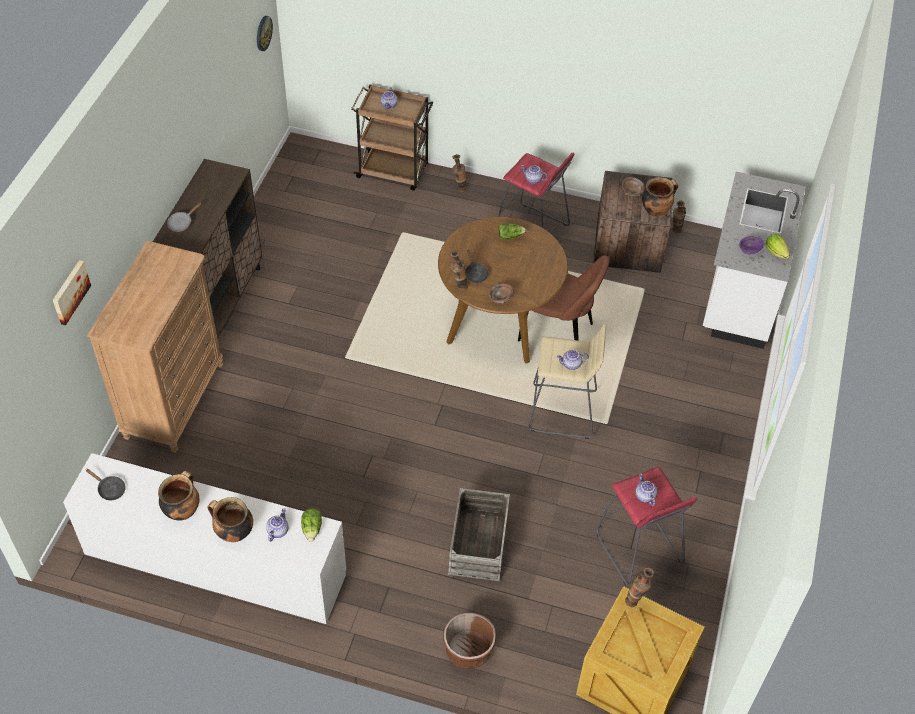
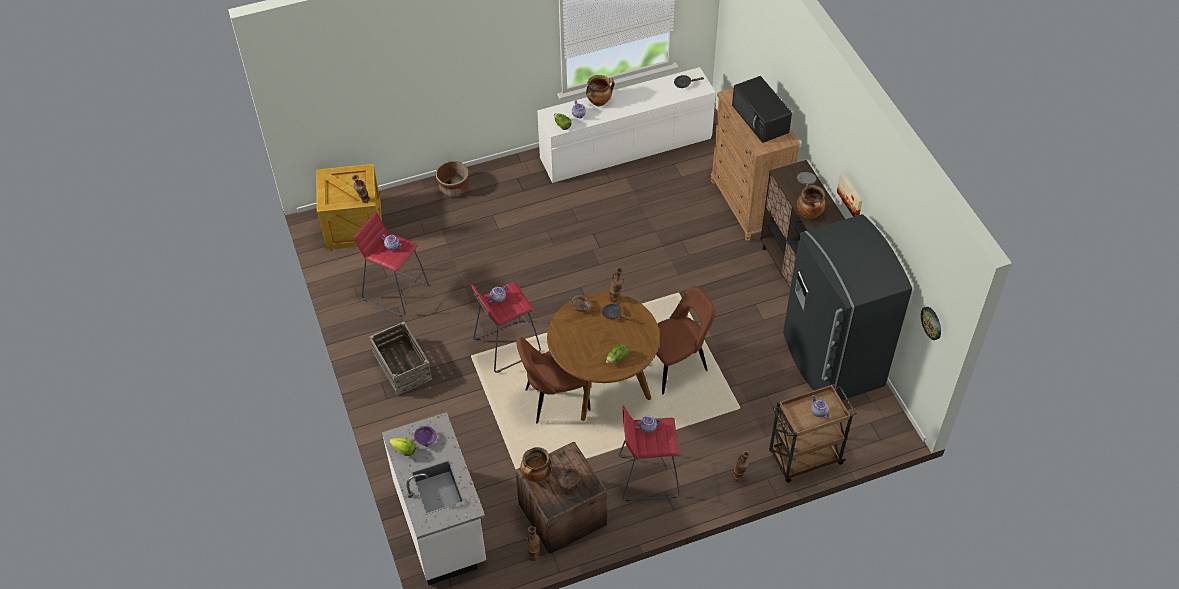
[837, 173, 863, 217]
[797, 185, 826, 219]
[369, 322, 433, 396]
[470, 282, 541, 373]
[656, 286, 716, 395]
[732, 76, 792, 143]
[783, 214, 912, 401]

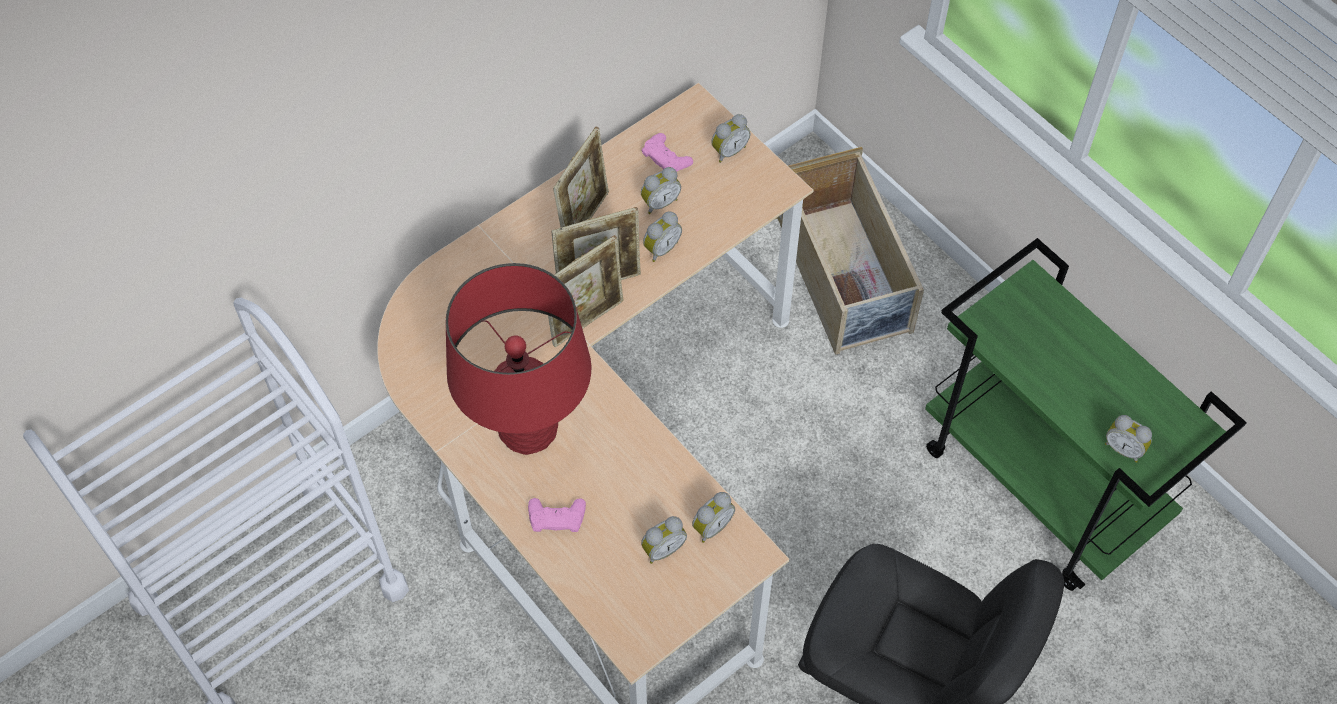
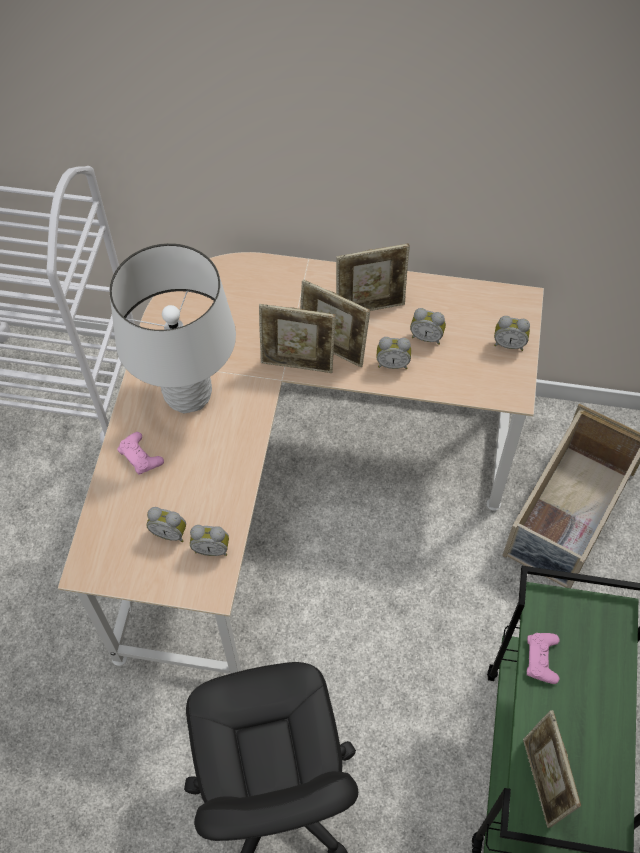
[109, 243, 236, 413]
[527, 633, 560, 684]
[523, 710, 581, 828]

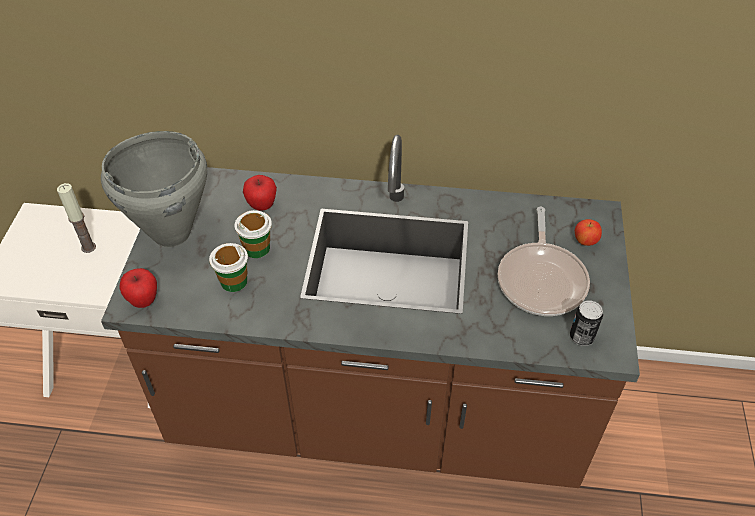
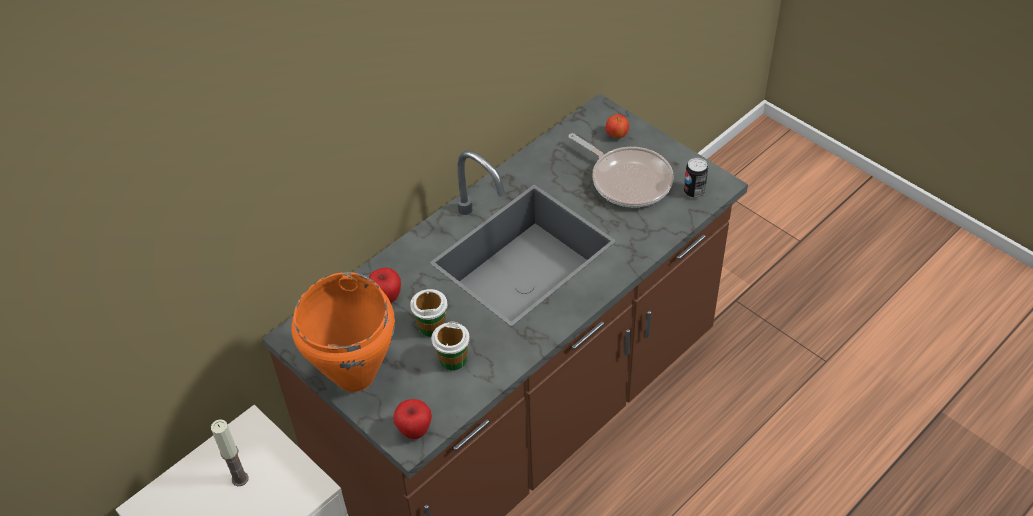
[291, 272, 395, 392]

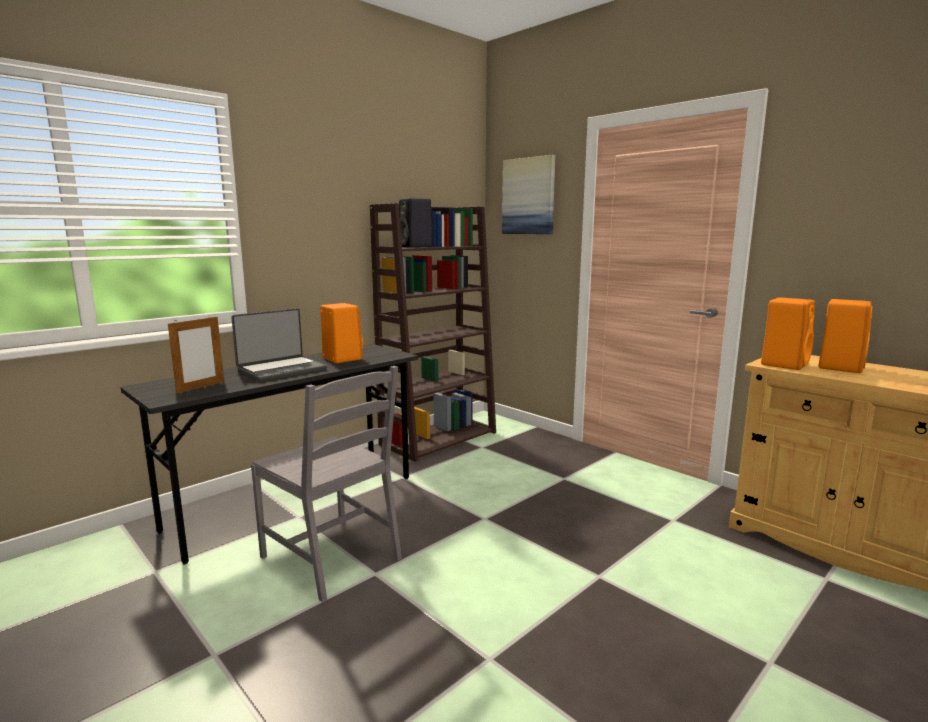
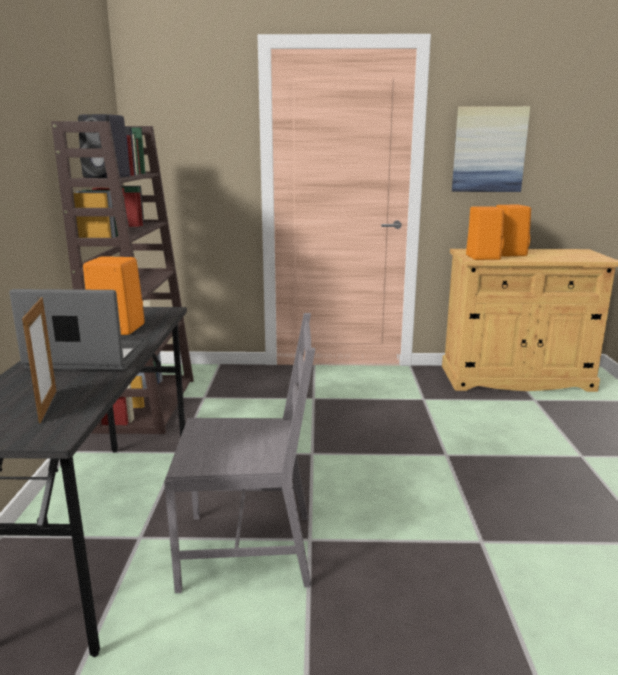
[9, 289, 147, 370]
[452, 106, 530, 192]

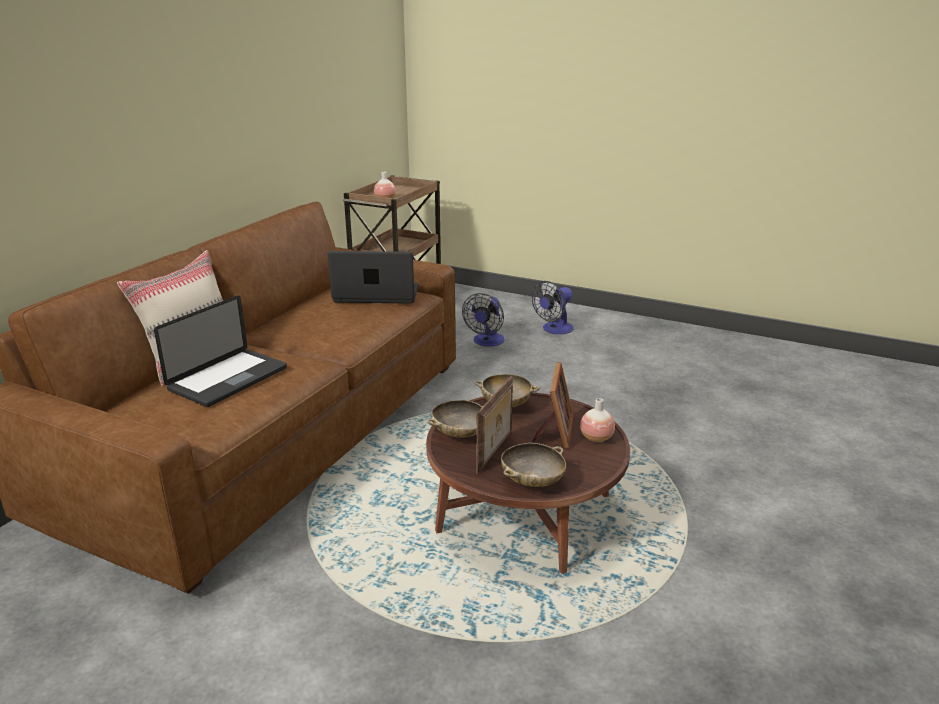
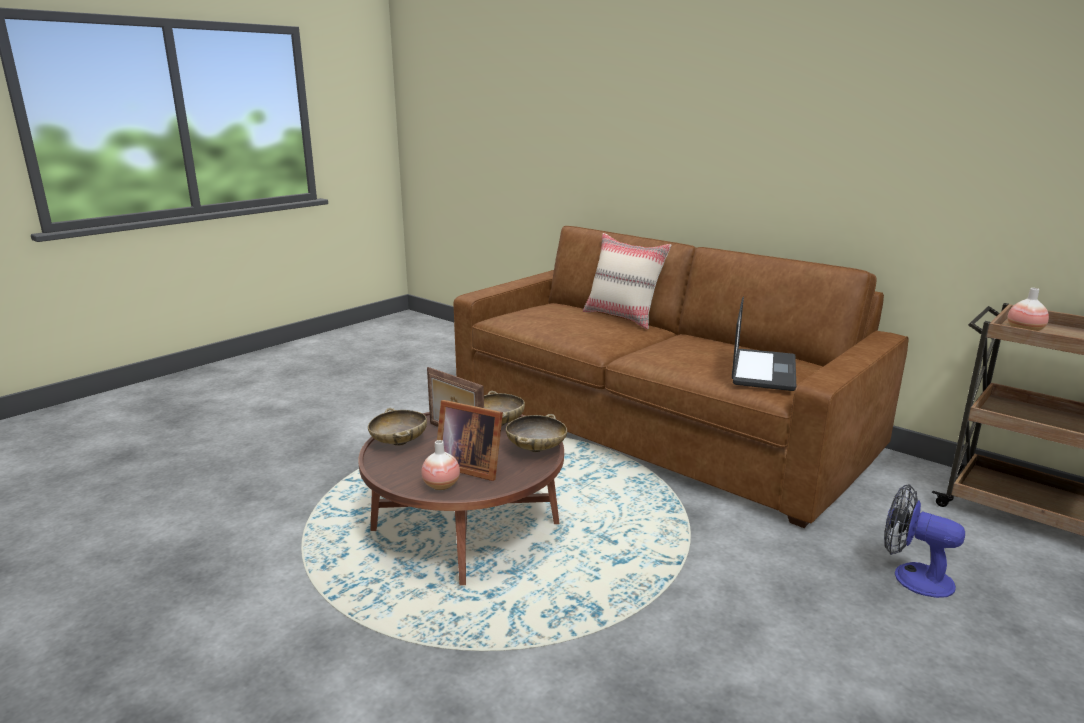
[154, 296, 287, 407] (first image)
[532, 281, 574, 334] (first image)

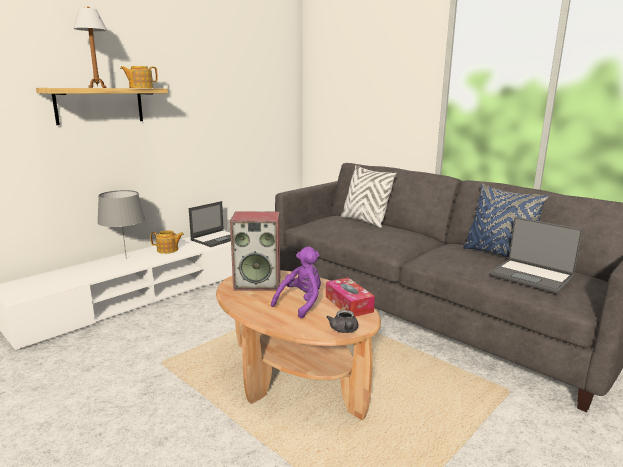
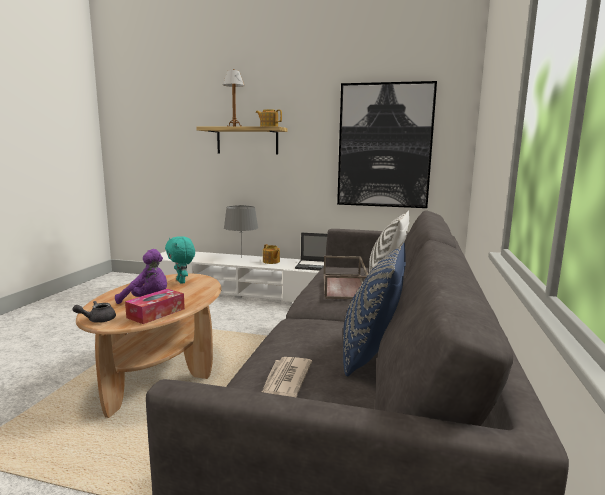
[165, 236, 195, 284]
[262, 357, 312, 397]
[324, 256, 368, 299]
[337, 81, 437, 208]

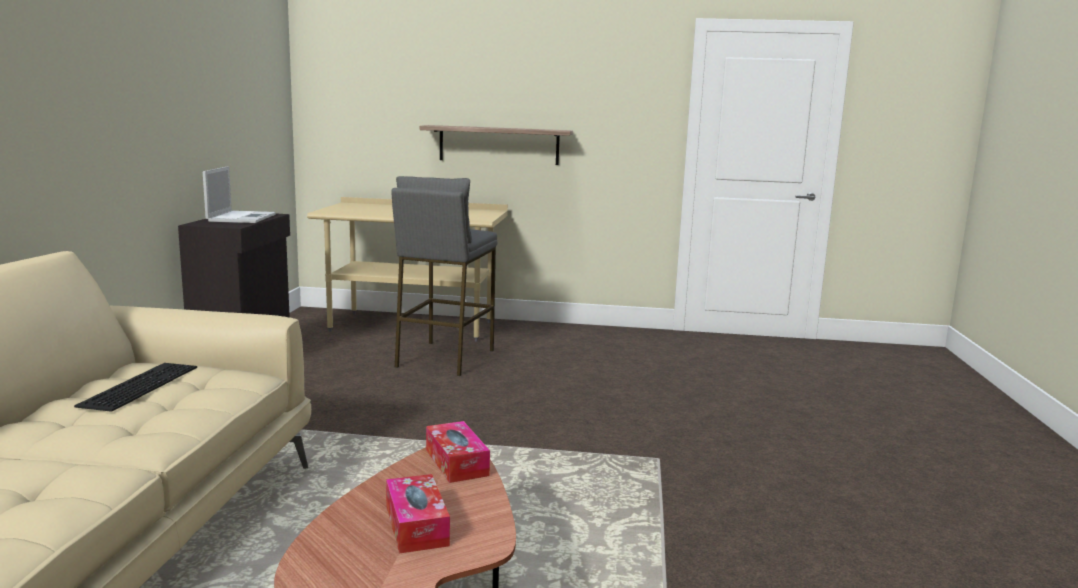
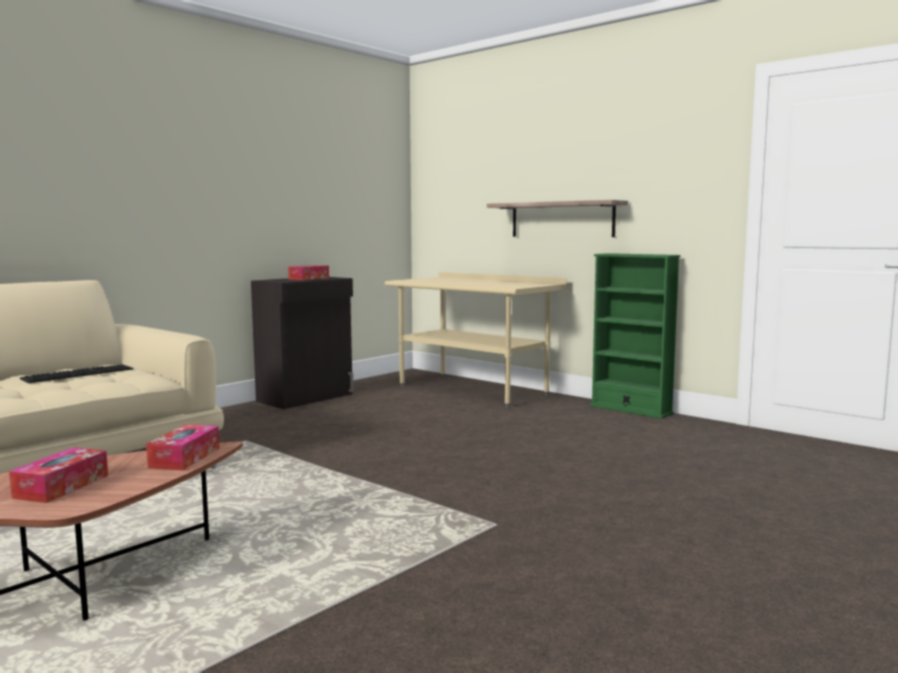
[288, 265, 329, 280]
[391, 176, 497, 376] (first image)
[590, 253, 680, 419]

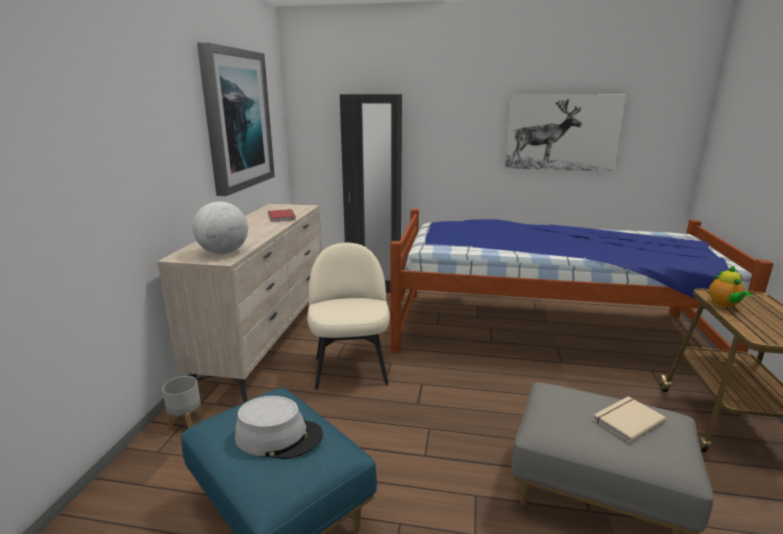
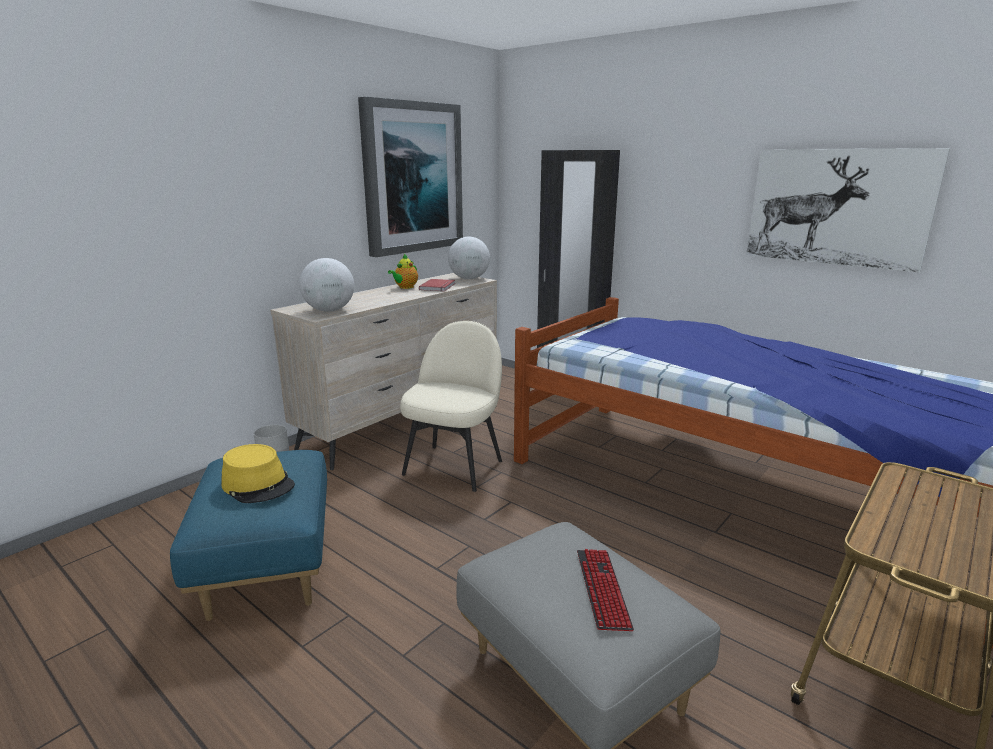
[222, 444, 295, 503]
[577, 549, 634, 631]
[388, 254, 418, 289]
[448, 237, 490, 279]

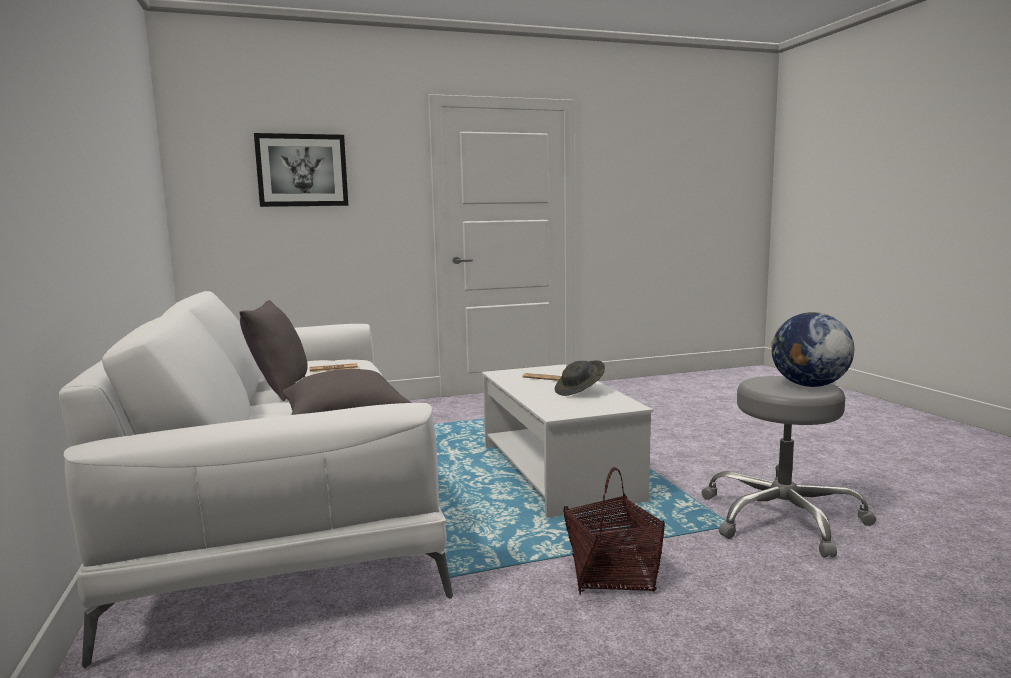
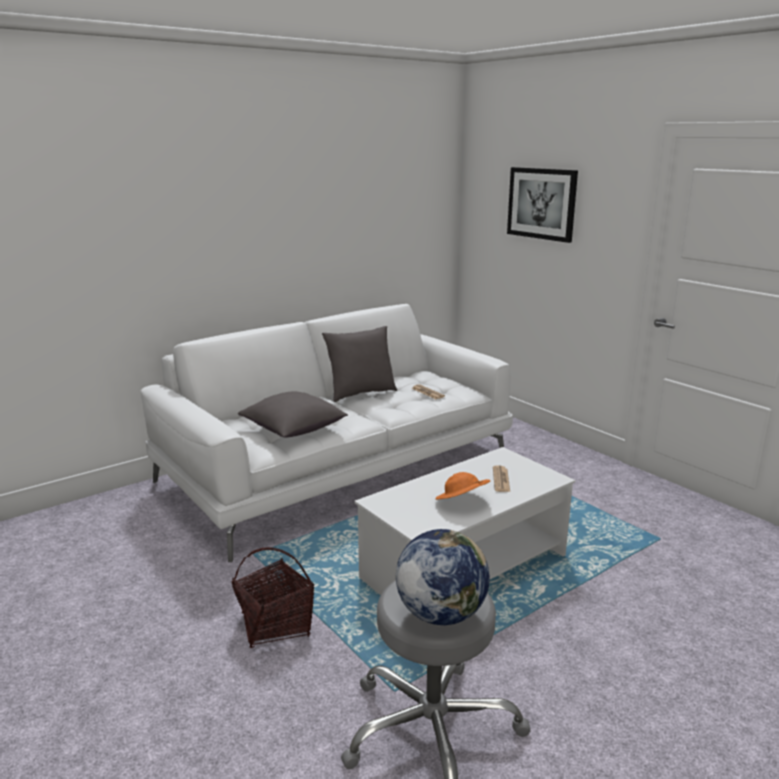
[435, 472, 490, 500]

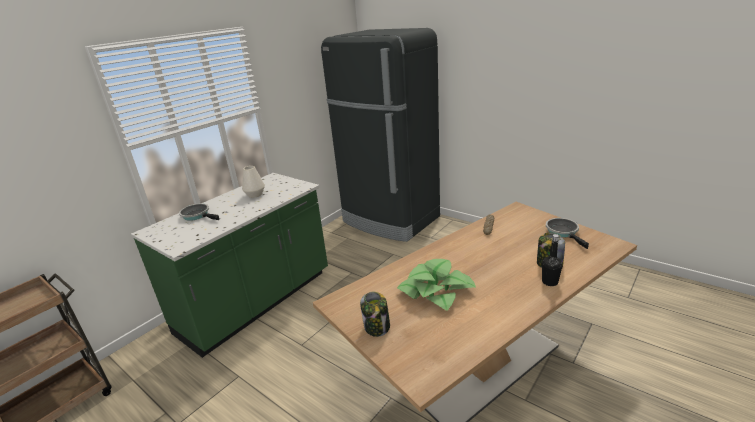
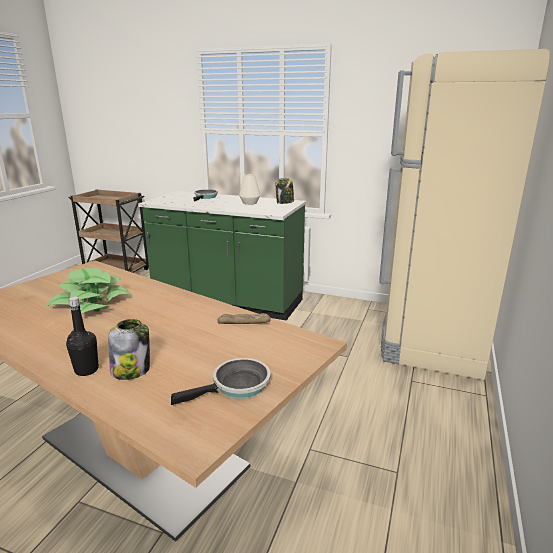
[379, 49, 550, 380]
[275, 178, 294, 204]

